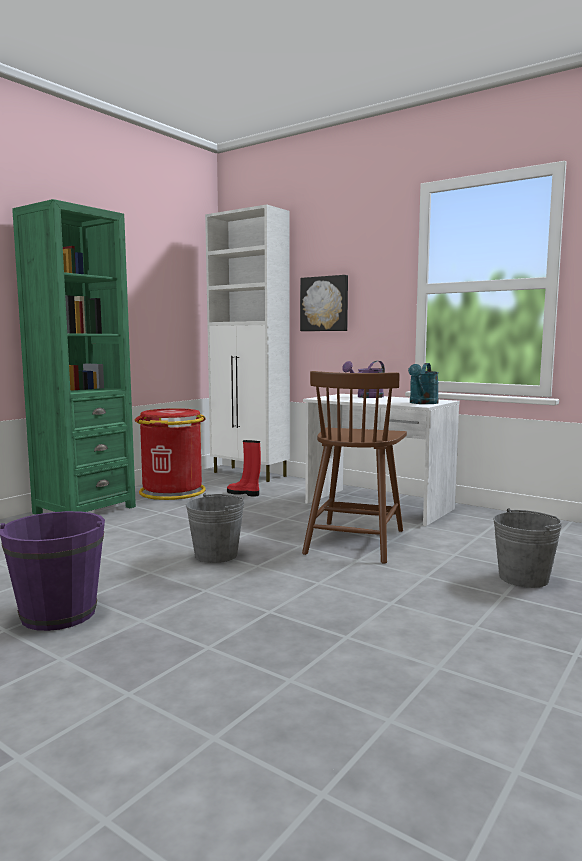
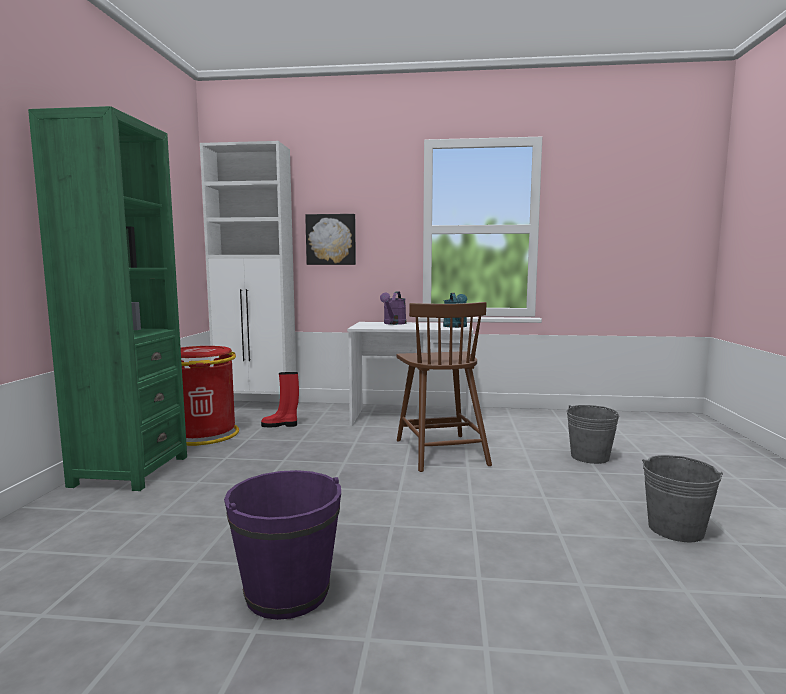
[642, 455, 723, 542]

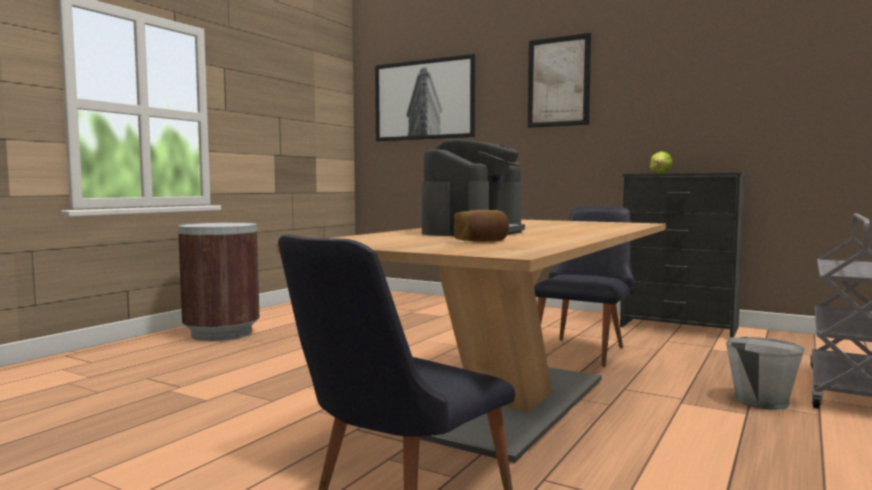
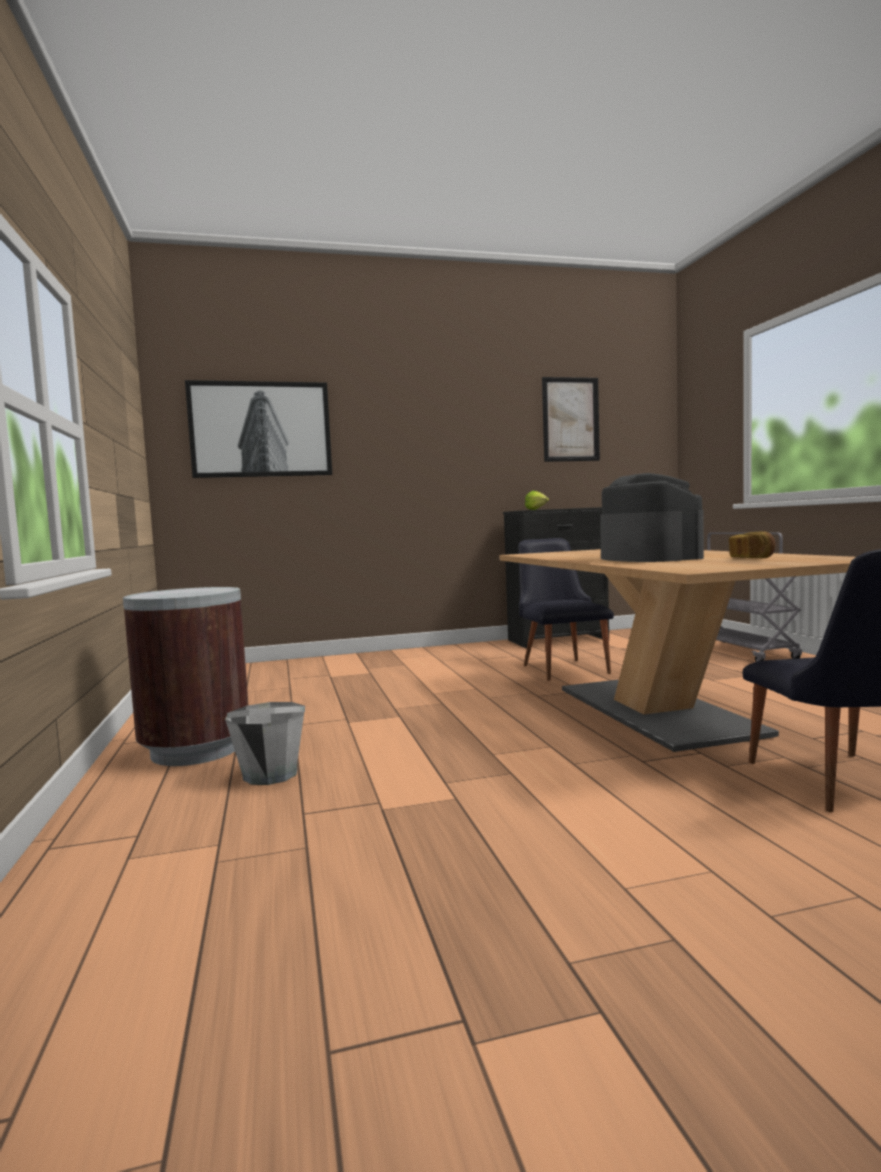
[542, 377, 600, 462]
[225, 702, 305, 785]

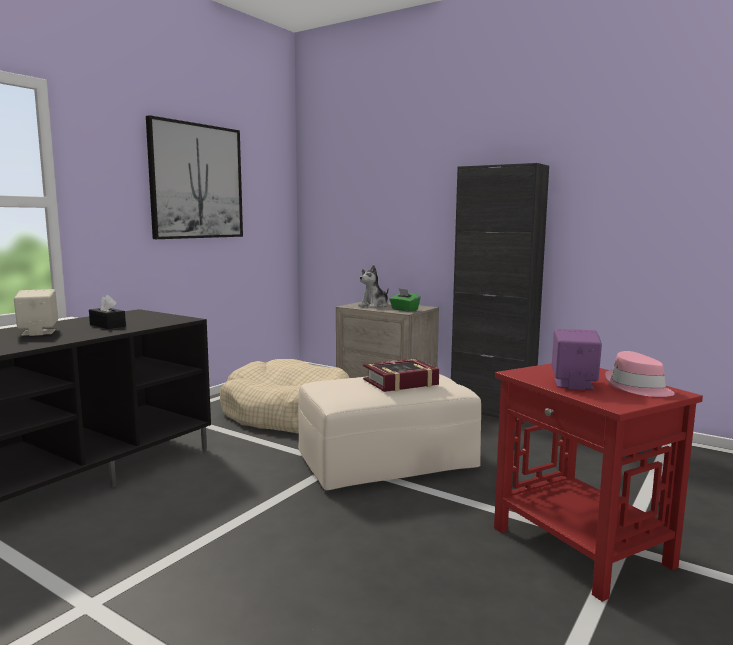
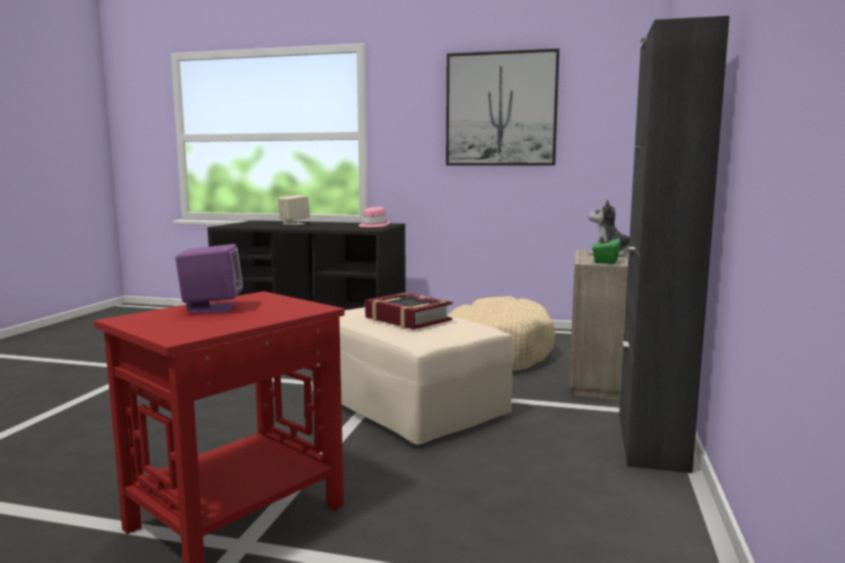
[89, 295, 126, 329] (first image)
[358, 207, 390, 227]

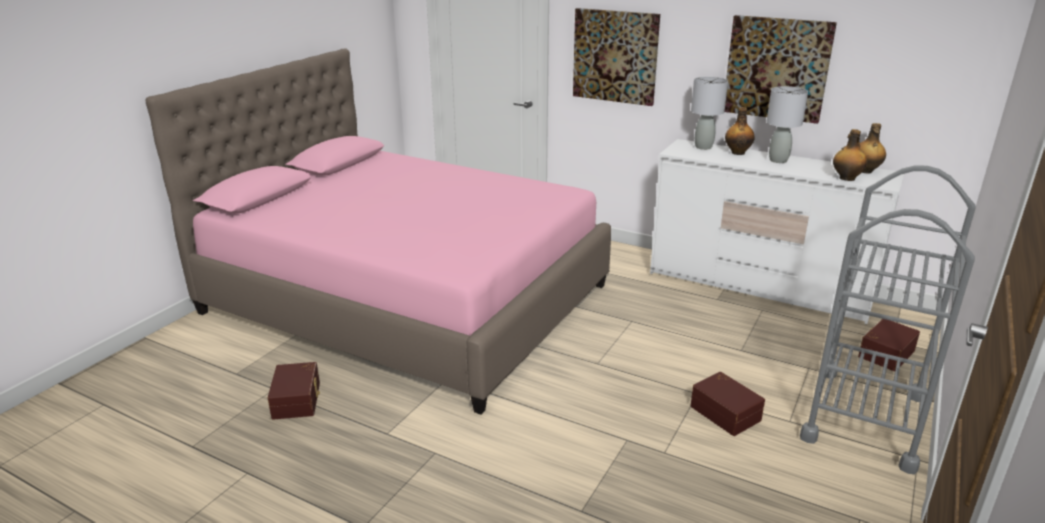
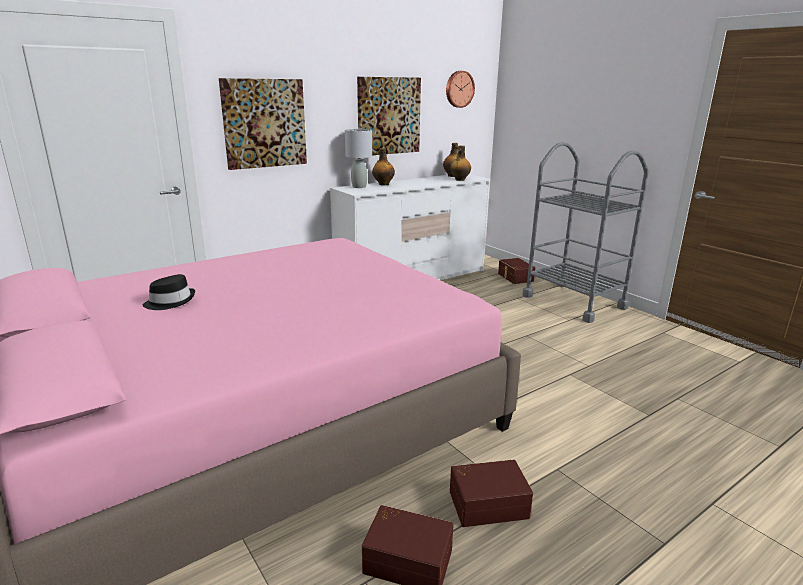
[450, 460, 533, 527]
[766, 86, 808, 163] (first image)
[143, 274, 195, 310]
[446, 71, 475, 108]

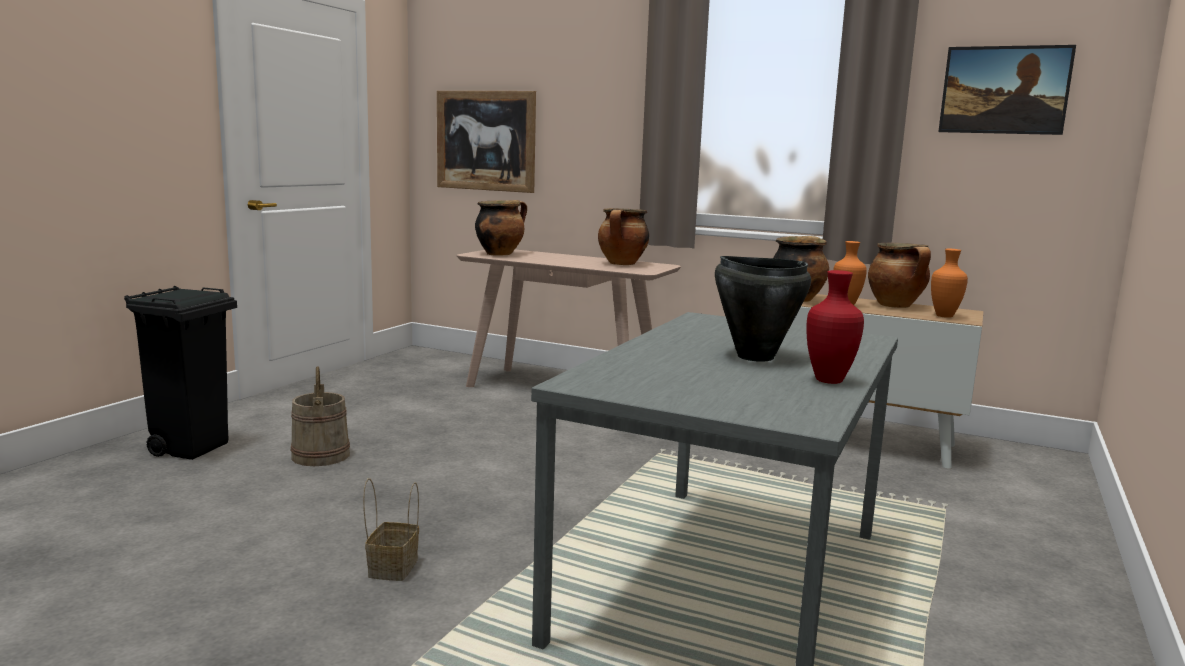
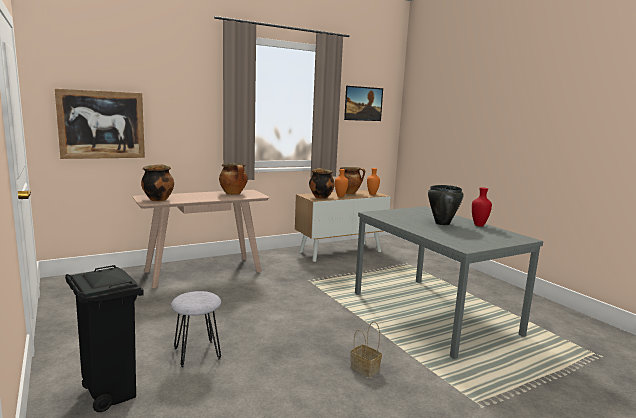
[171, 291, 221, 368]

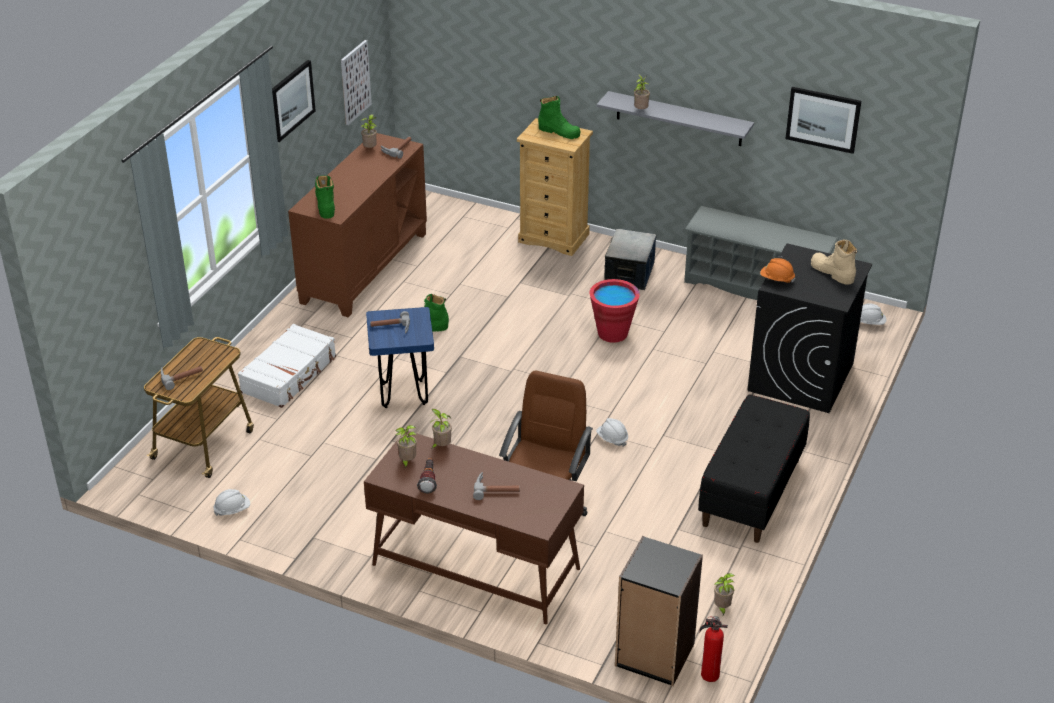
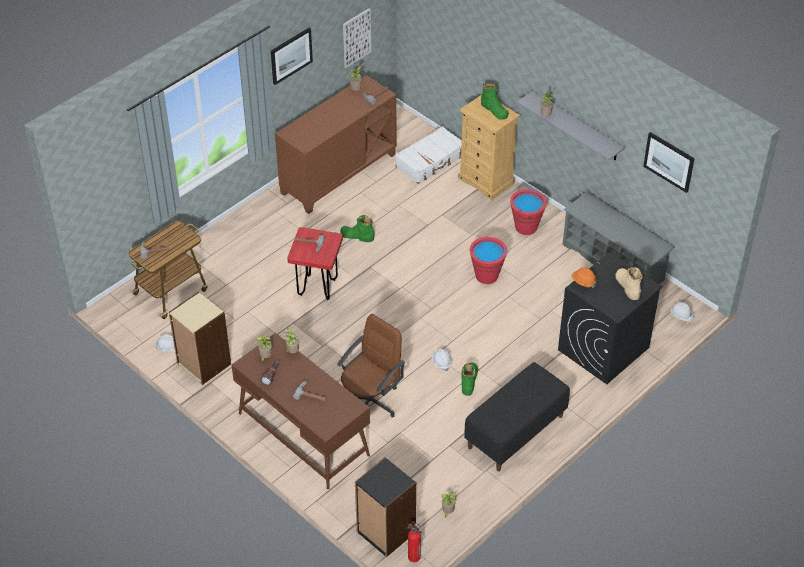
[395, 126, 462, 184]
[461, 363, 478, 396]
[287, 227, 343, 300]
[510, 189, 547, 235]
[169, 292, 231, 385]

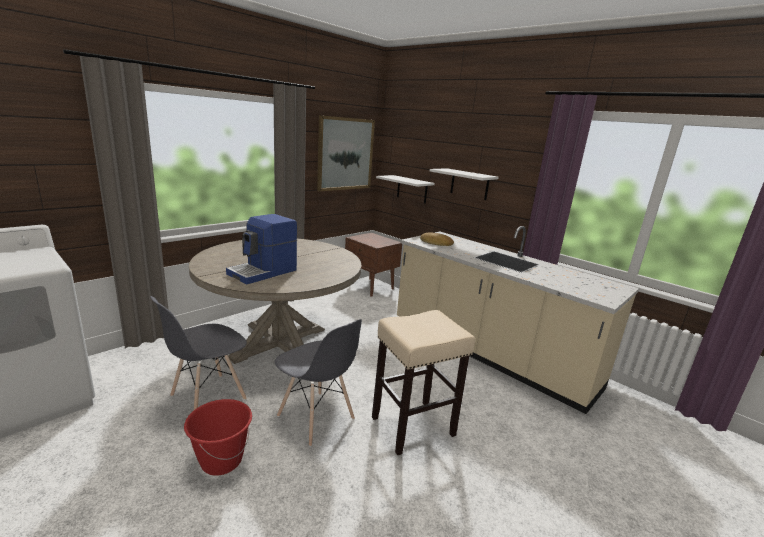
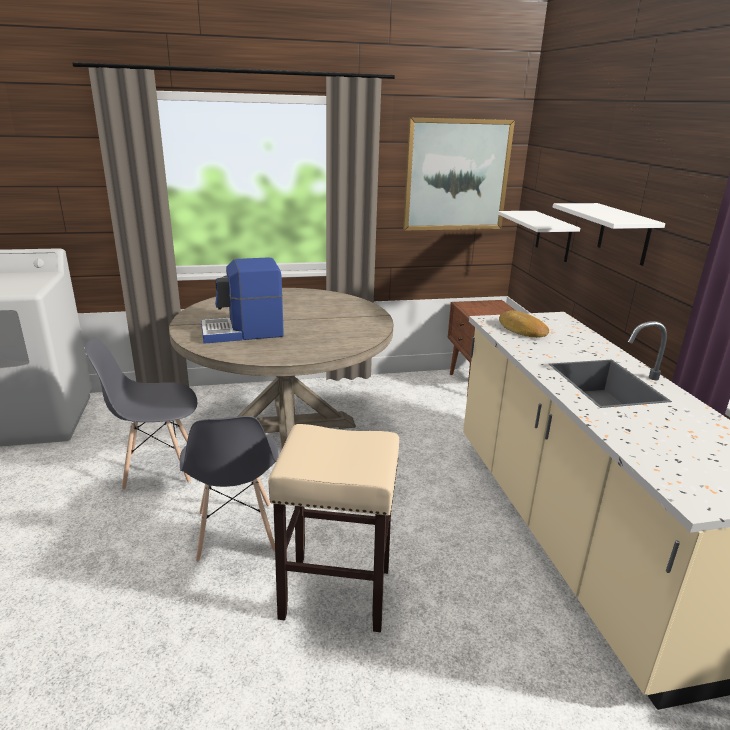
[184, 399, 252, 476] (first image)

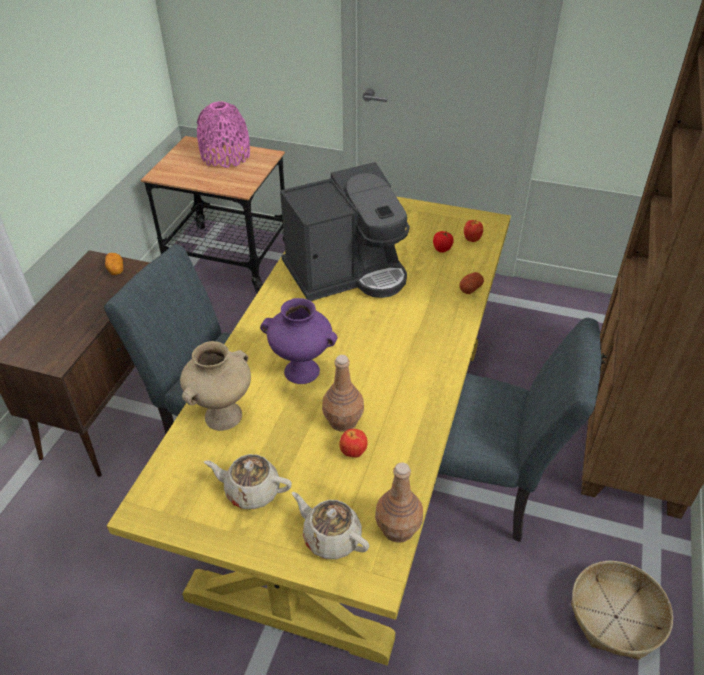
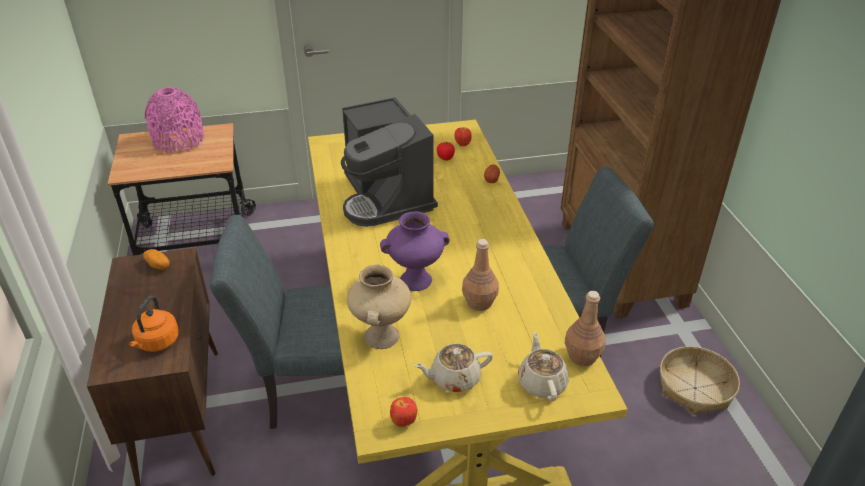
[341, 97, 438, 227]
[518, 331, 569, 401]
[390, 397, 417, 427]
[129, 296, 179, 352]

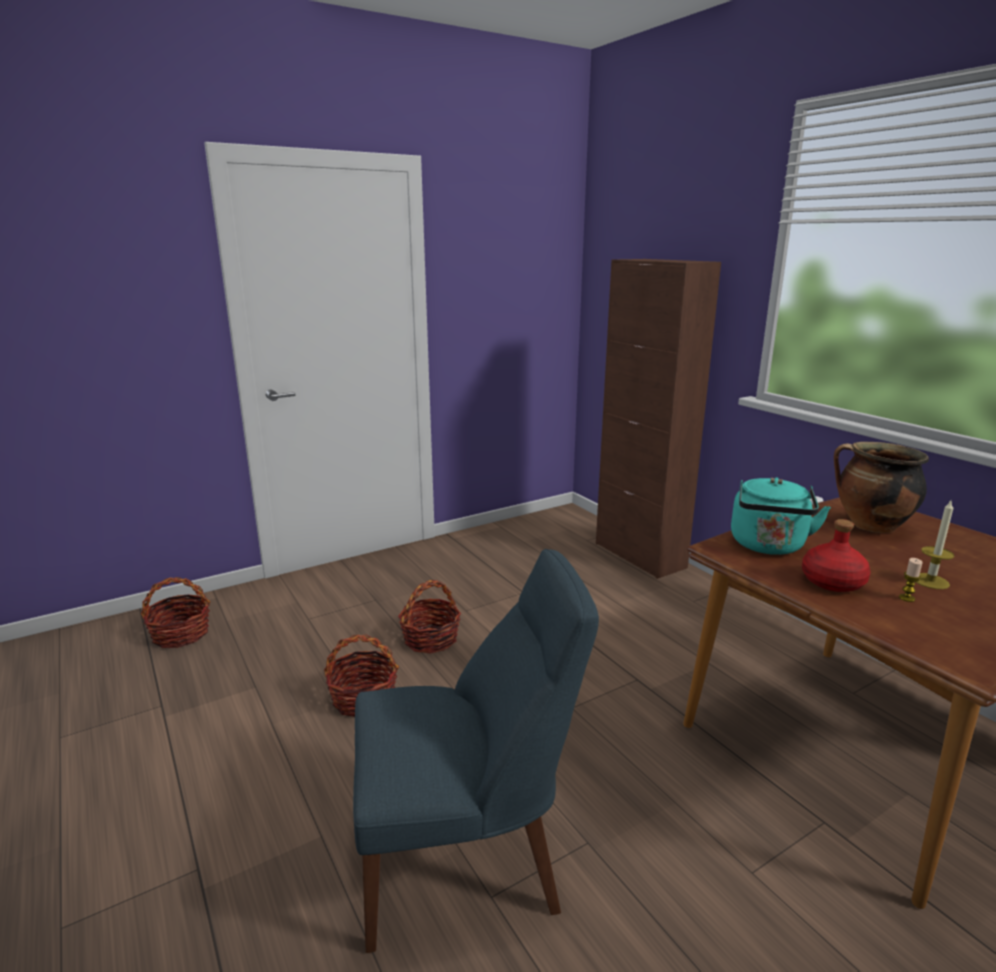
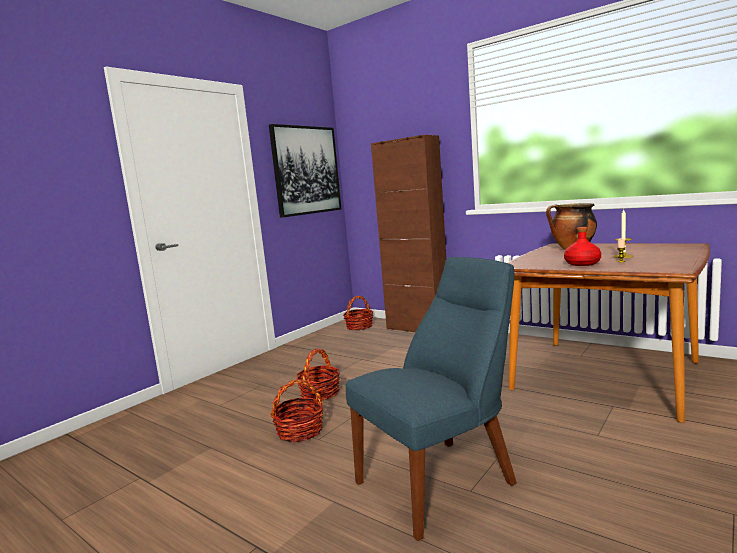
[343, 296, 373, 330]
[731, 477, 831, 555] (first image)
[269, 124, 342, 218]

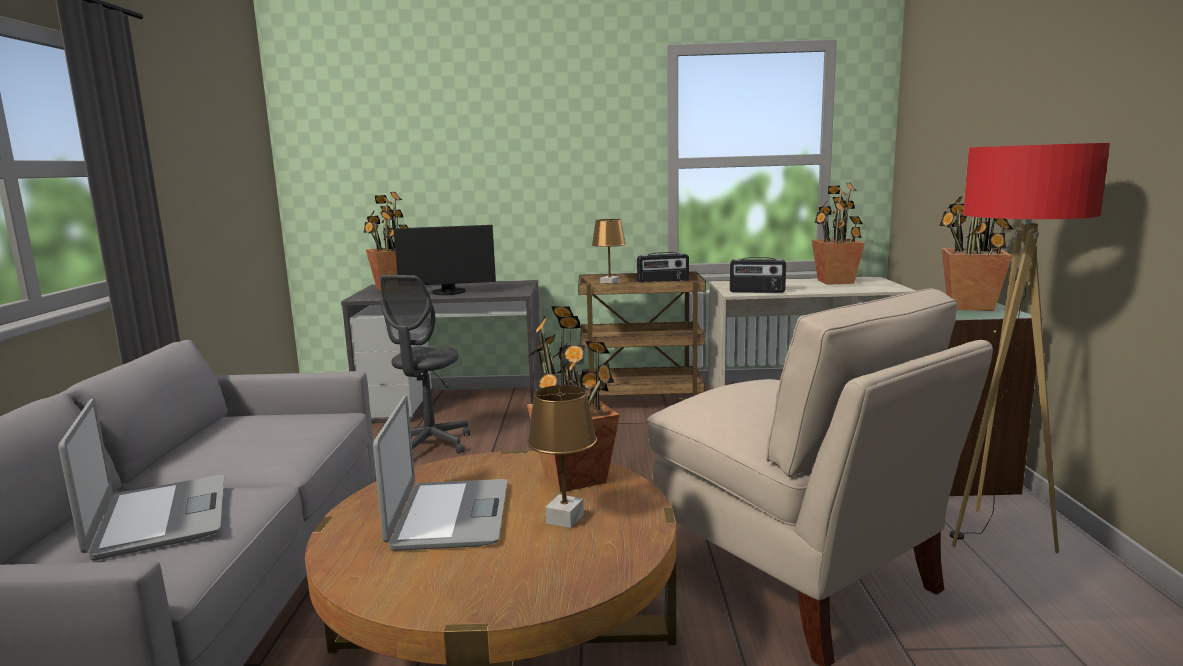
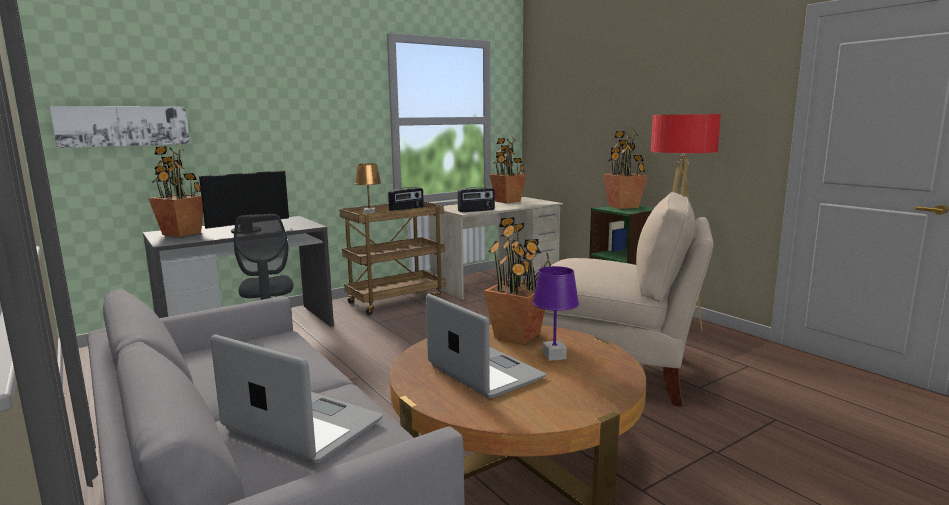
[532, 266, 579, 361]
[50, 106, 190, 148]

